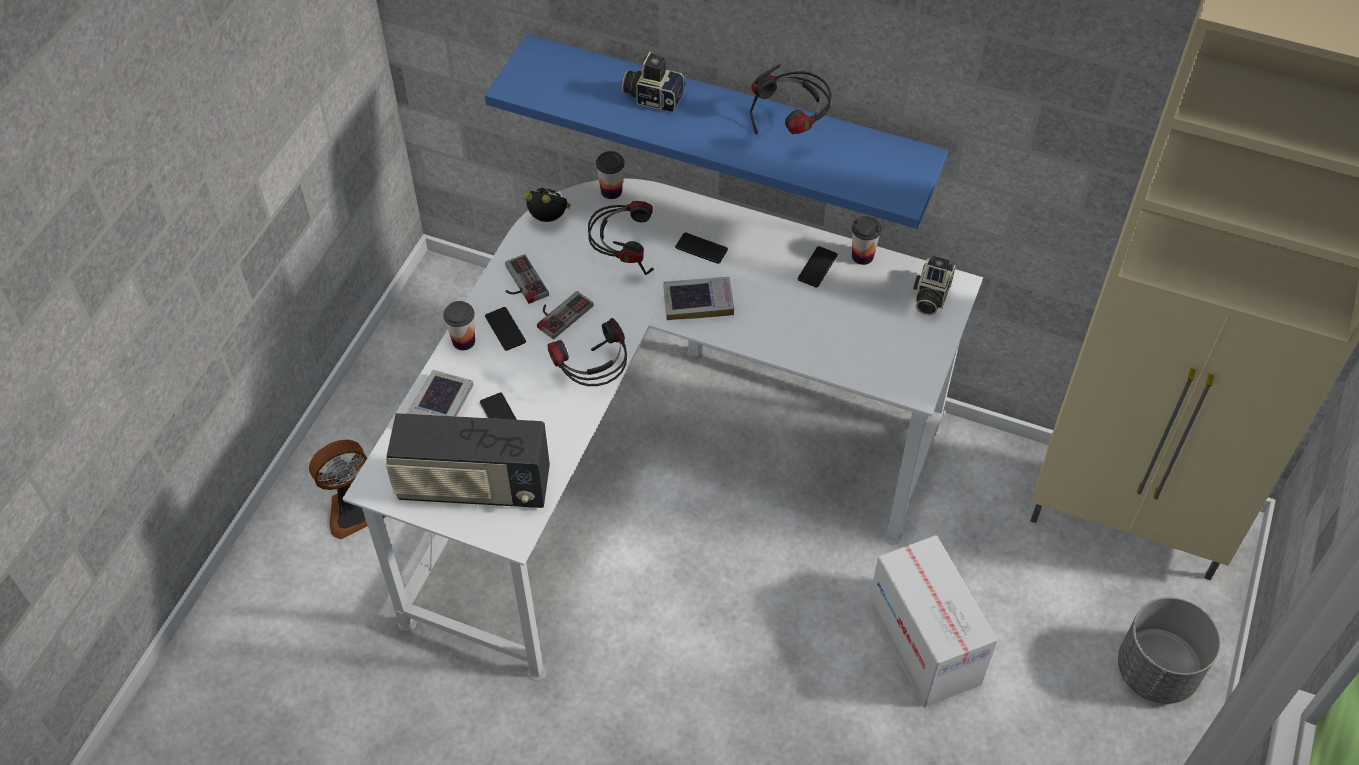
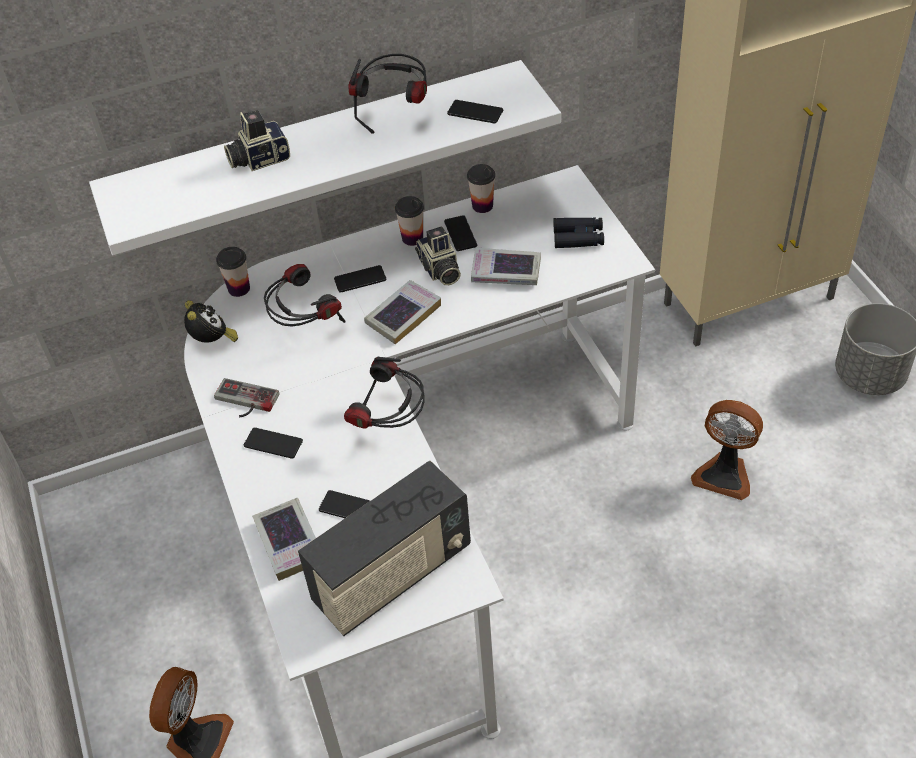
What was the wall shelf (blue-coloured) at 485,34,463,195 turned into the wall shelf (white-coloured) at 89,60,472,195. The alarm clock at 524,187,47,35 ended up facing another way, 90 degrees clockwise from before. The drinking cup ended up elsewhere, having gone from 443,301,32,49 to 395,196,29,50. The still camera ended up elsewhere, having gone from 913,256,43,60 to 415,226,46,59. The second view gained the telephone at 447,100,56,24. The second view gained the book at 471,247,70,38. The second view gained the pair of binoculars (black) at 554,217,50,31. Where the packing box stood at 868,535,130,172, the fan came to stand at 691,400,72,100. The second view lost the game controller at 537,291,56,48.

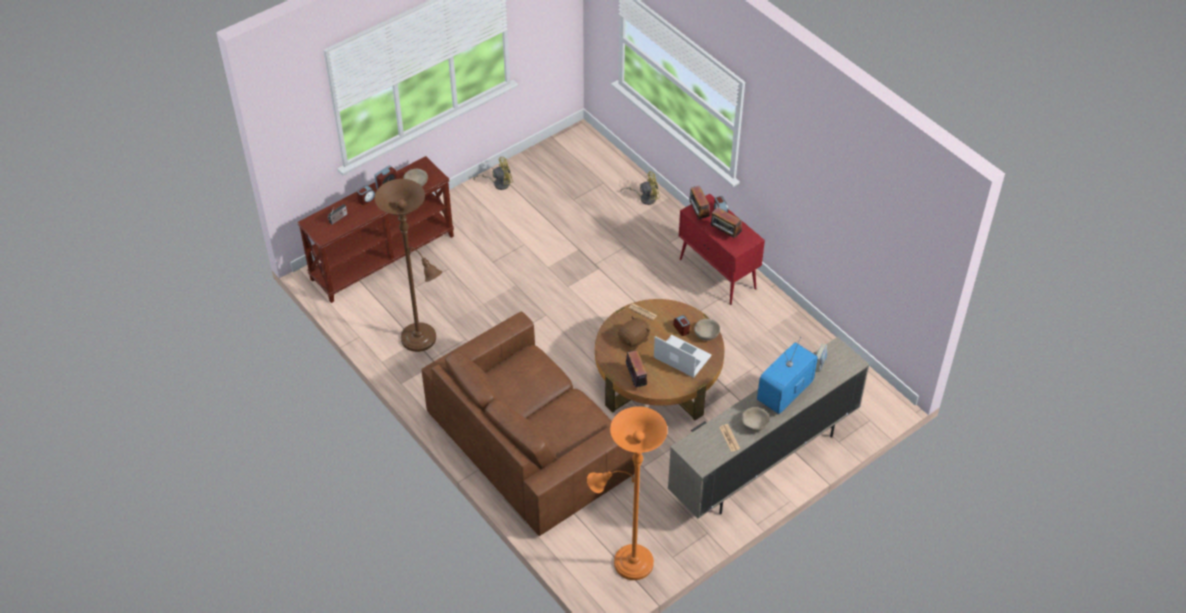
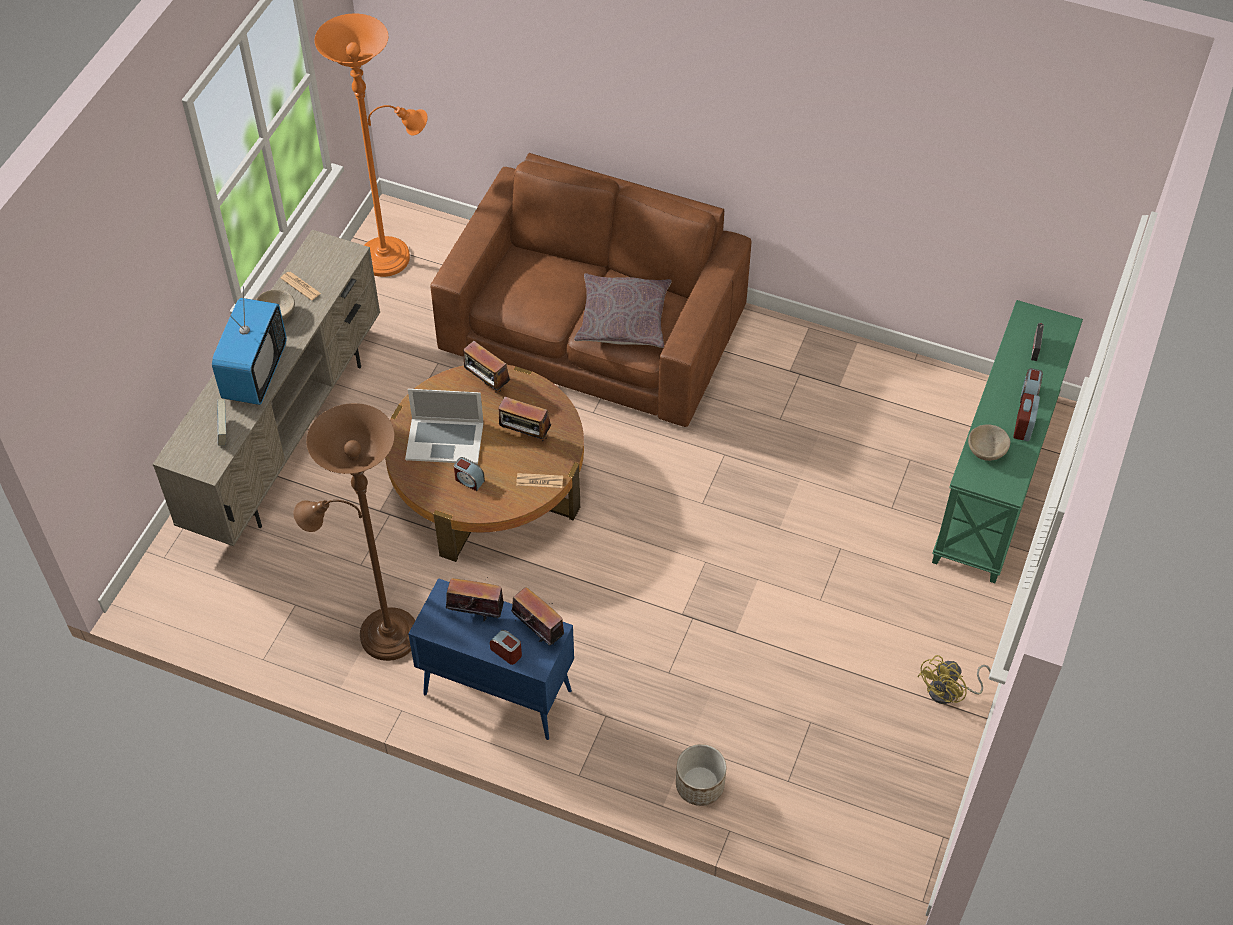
The standard lamp (brown) ended up elsewhere, having gone from 375,179,67,173 to 294,403,121,258. What was the storage cabinet (red) at 679,194,86,111 turned into the storage cabinet (blue-coloured) at 408,578,166,162. Where the soft toy (brown) stood at 618,316,32,33, the radio receiver came to stand at 498,397,53,44. The second view gained the throw pillow (grey) at 574,273,98,75. Where the fan (yellow-coloured) stood at 620,171,40,34, the plant pot came to stand at 676,744,50,62. What was the console table (brown) at 297,156,157,147 turned into the console table (green) at 932,300,151,283. The second view lost the deep dish (beige) at 694,319,26,21.

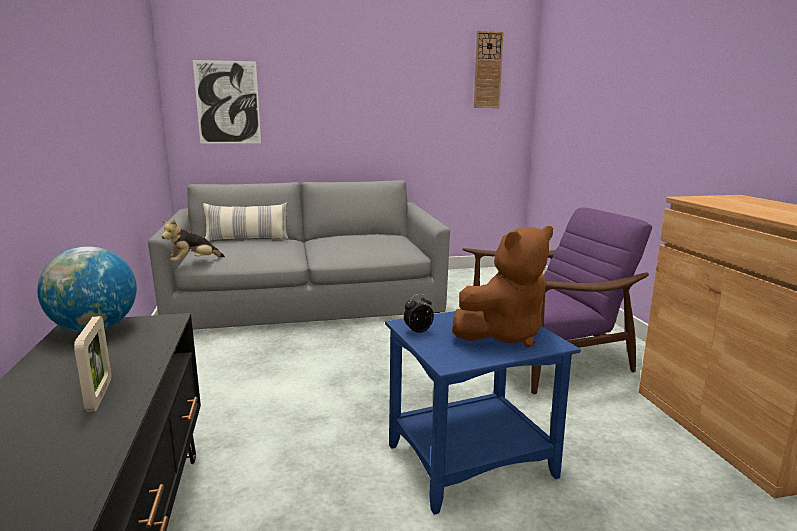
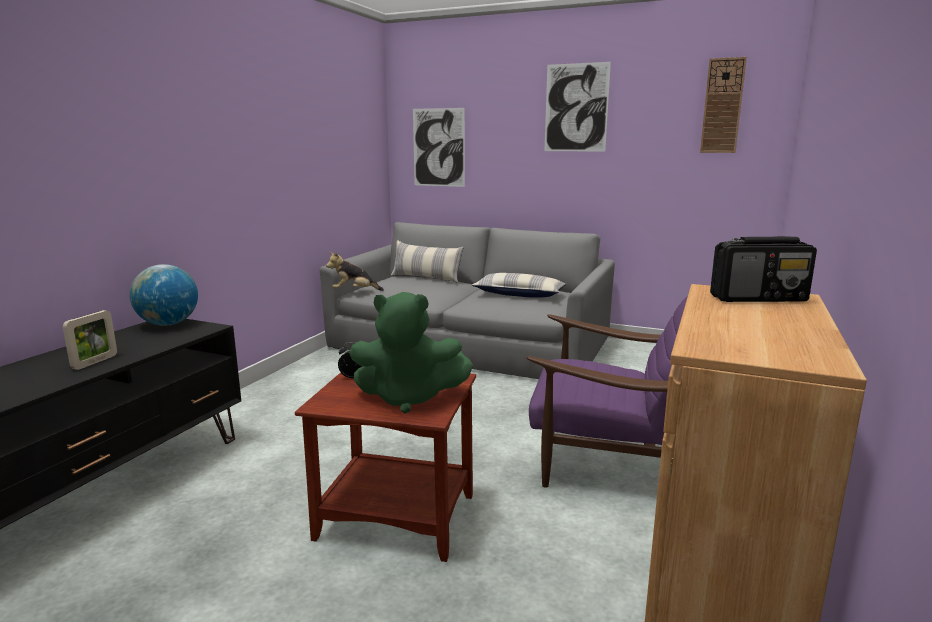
What was the accent table (blue-coloured) at 385,311,196,204 turned into the accent table (brown) at 295,372,181,190. What was the soft toy (brown) at 452,226,101,121 turned into the soft toy (green) at 349,292,124,121. The second view gained the throw pillow at 472,273,94,25. The second view gained the wall art at 544,62,67,90. The second view gained the radio receiver at 710,236,107,66.

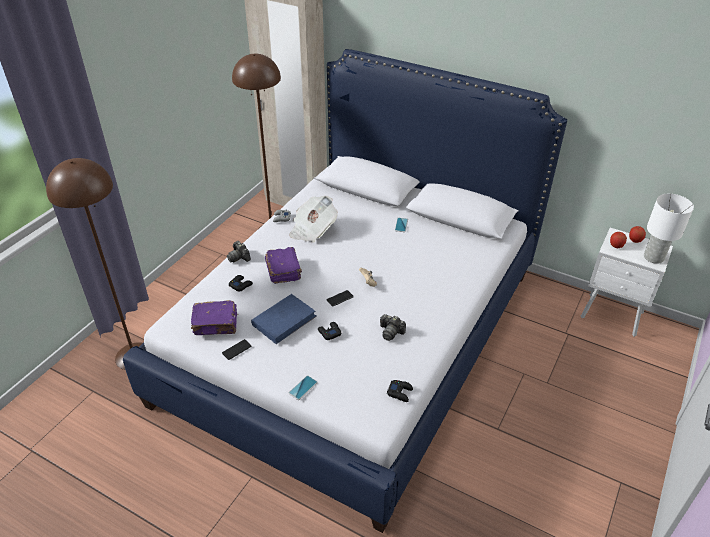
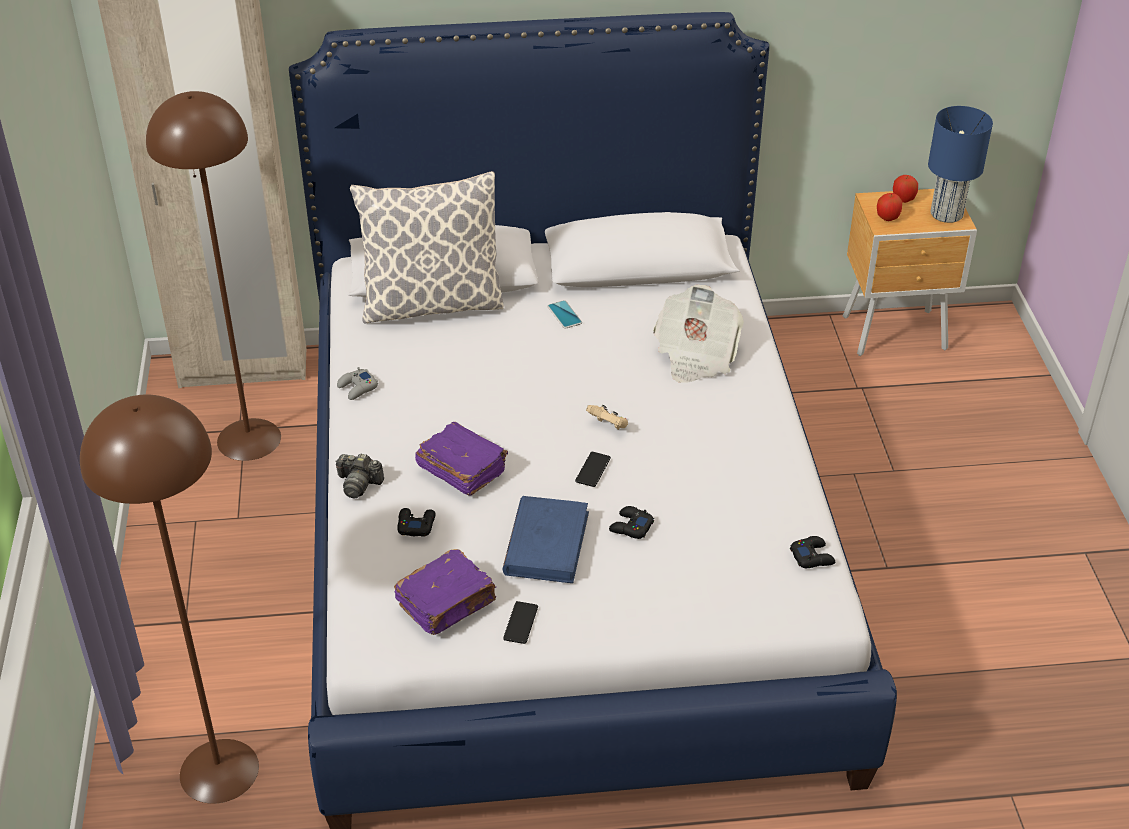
The second view gained the throw pillow at 350,171,154,153. The daily paper ended up elsewhere, having gone from 289,196,49,46 to 653,285,91,98. What was the night table (white-coloured) at 581,228,92,109 turned into the night table (brown) at 843,189,134,167. What was the table lamp (white-coloured) at 644,194,50,70 turned into the table lamp (blue-coloured) at 928,106,65,117. The second view lost the telephone at 289,376,29,24. The second view lost the still camera at 380,314,26,27.

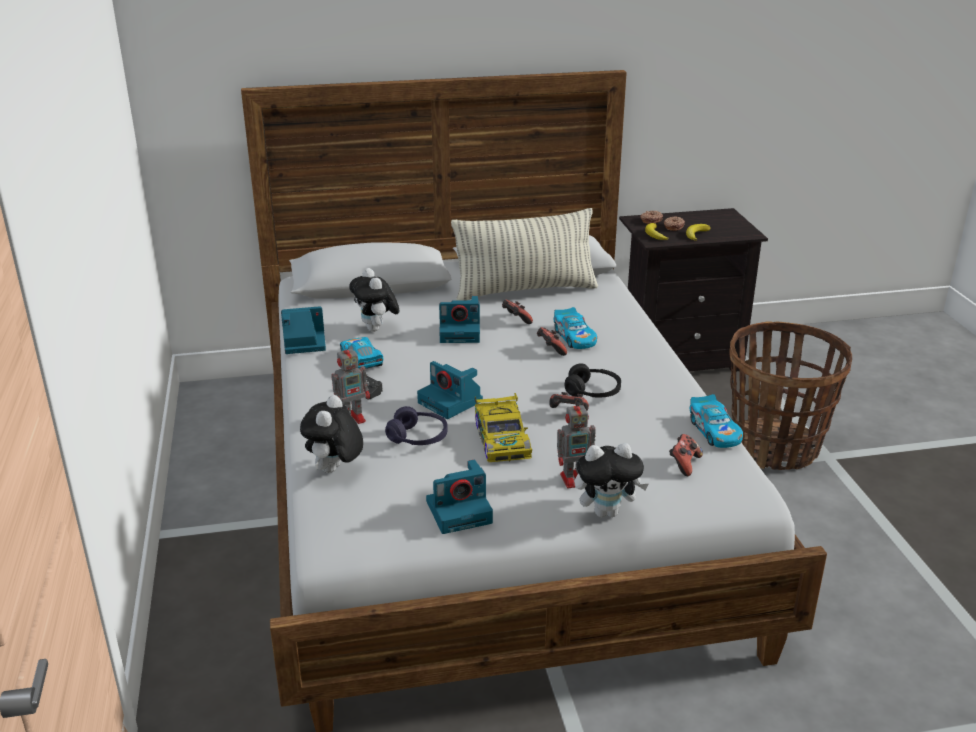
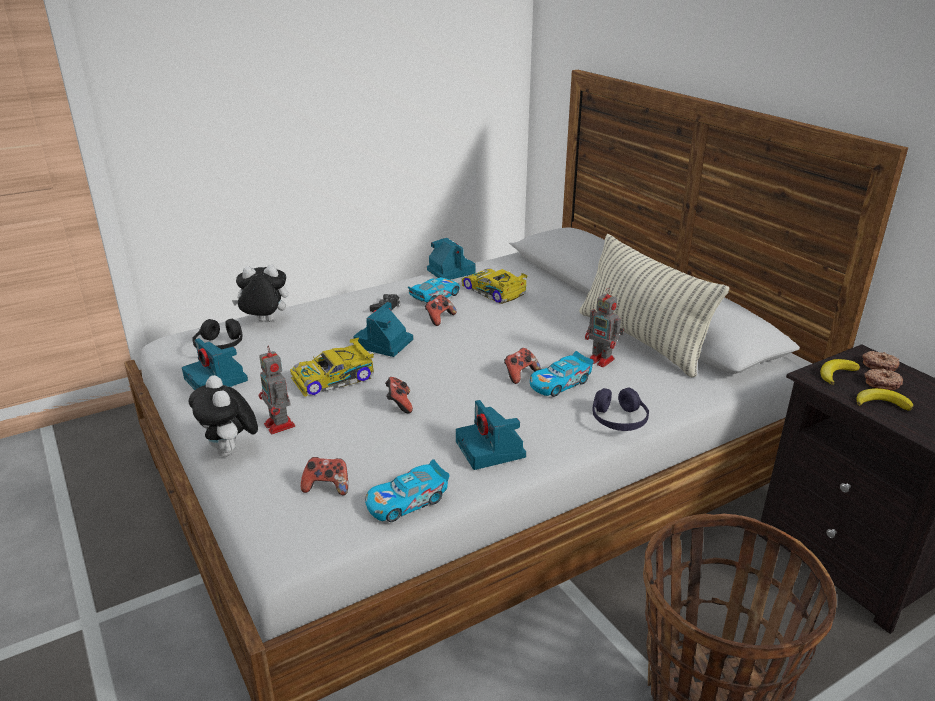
The headset (black) ended up elsewhere, having gone from 564,363,57,35 to 192,318,51,31. The game controller ended up elsewhere, having gone from 502,300,31,24 to 425,295,32,31. The still camera ended up elsewhere, having gone from 439,296,41,47 to 456,400,70,70. Where the soft toy stood at 349,268,50,64, the model car came to stand at 462,268,66,36. The robot figure ended up elsewhere, having gone from 332,343,38,81 to 585,288,39,79. The headset (purple-coloured) ended up elsewhere, having gone from 385,406,63,39 to 592,388,57,43.

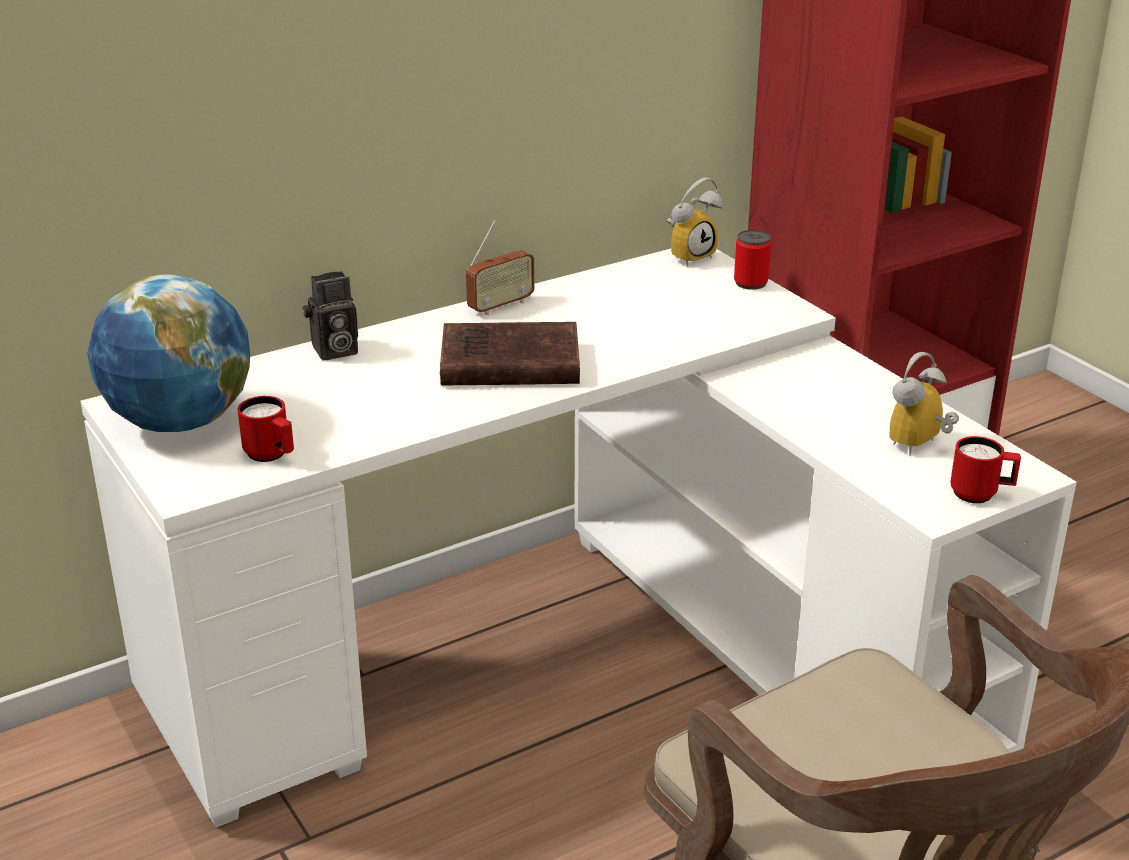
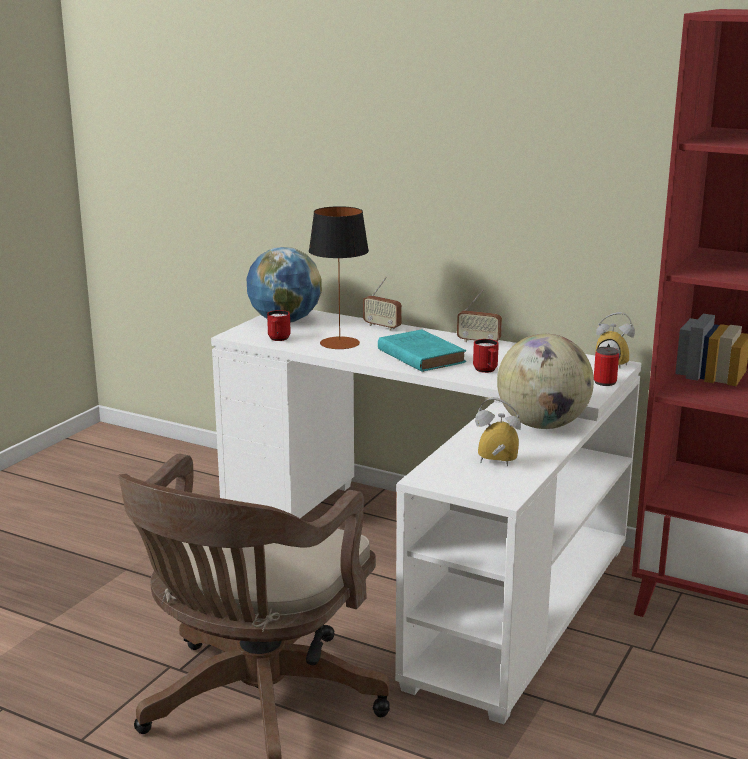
The second view gained the table lamp at 309,206,60,143. Where the still camera stood at 303,271,55,90, the radio receiver came to stand at 363,277,39,54. What was the book (brown) at 440,322,140,63 turned into the book (blue-green) at 378,330,88,42. The coffee mug (red) ended up elsewhere, having gone from 950,436,71,67 to 473,339,26,34. The second view gained the world globe at 497,334,97,95.

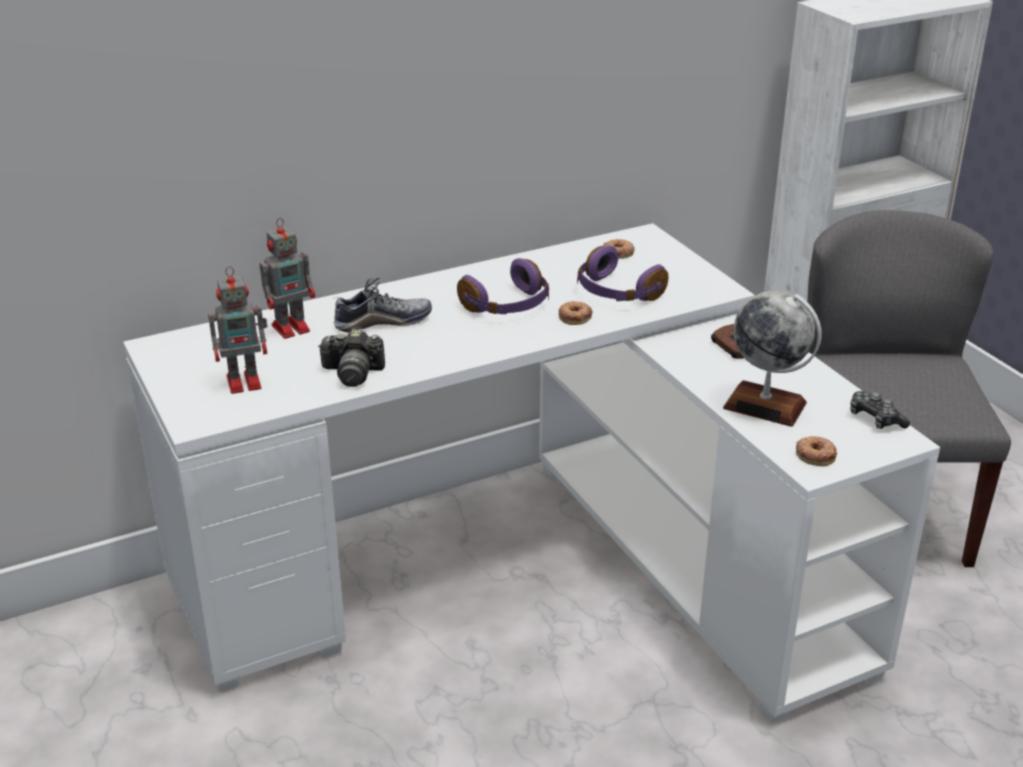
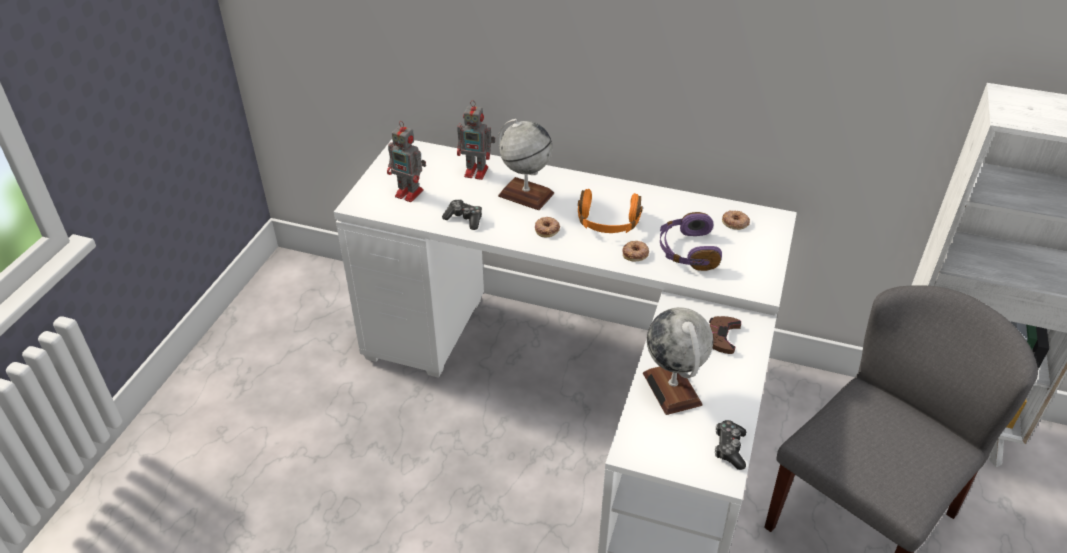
Where the still camera stood at 318,329,67,58, the game controller came to stand at 442,200,40,30. Where the item of footwear stood at 334,278,98,54, the world globe came to stand at 498,119,56,91. The donut ended up elsewhere, having gone from 796,436,41,30 to 535,217,25,20. What was the headset (purple-coloured) at 457,258,92,56 turned into the headset (orange) at 578,189,65,44.

